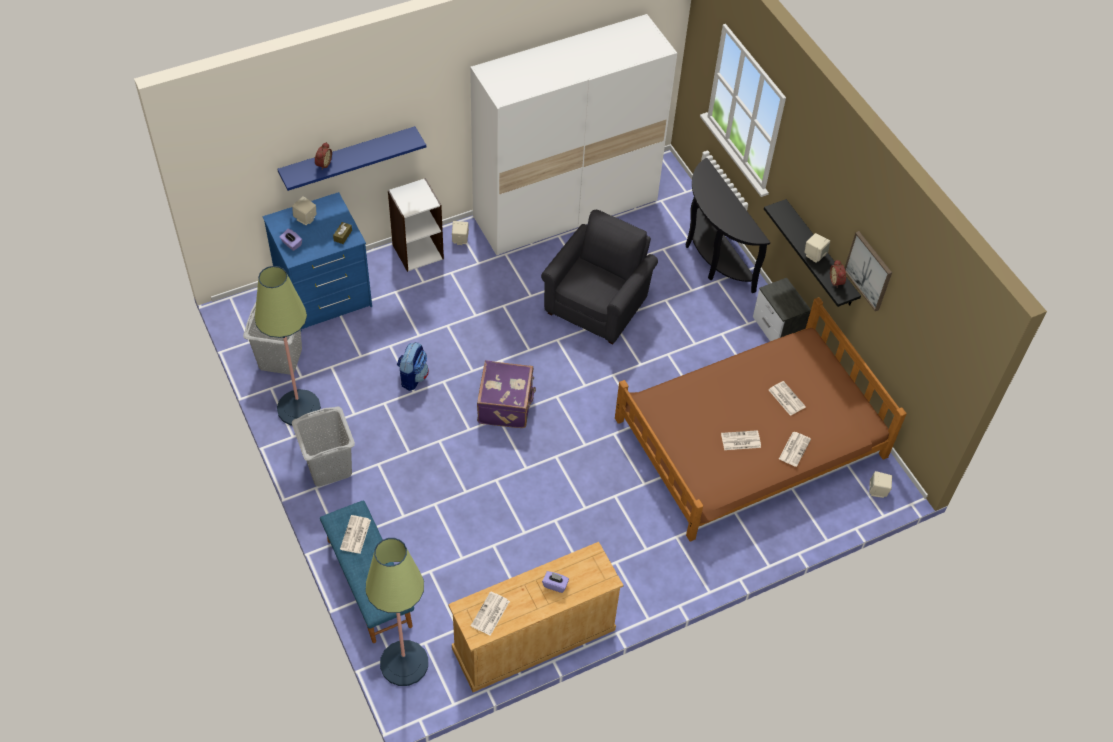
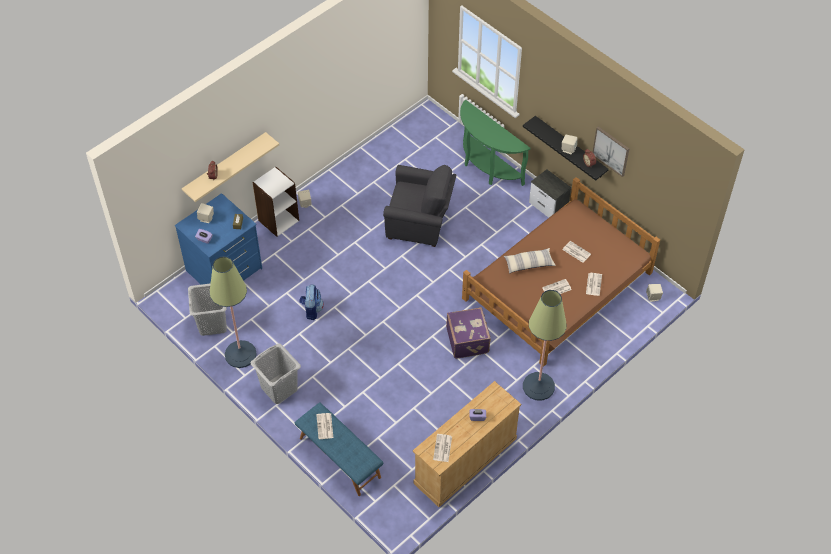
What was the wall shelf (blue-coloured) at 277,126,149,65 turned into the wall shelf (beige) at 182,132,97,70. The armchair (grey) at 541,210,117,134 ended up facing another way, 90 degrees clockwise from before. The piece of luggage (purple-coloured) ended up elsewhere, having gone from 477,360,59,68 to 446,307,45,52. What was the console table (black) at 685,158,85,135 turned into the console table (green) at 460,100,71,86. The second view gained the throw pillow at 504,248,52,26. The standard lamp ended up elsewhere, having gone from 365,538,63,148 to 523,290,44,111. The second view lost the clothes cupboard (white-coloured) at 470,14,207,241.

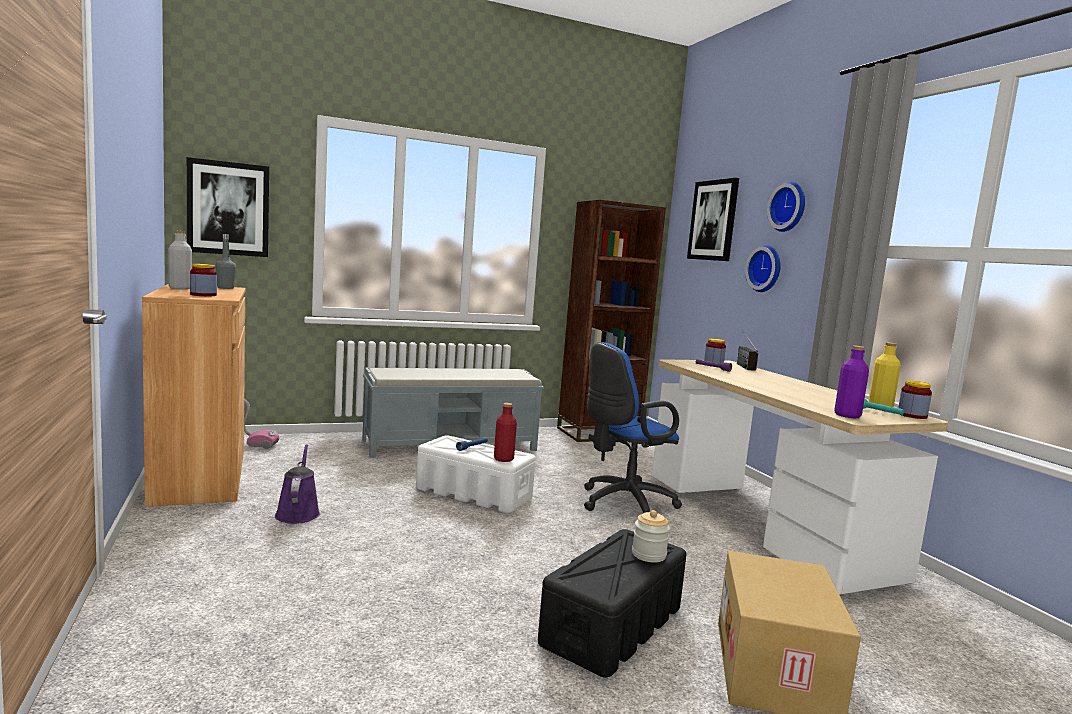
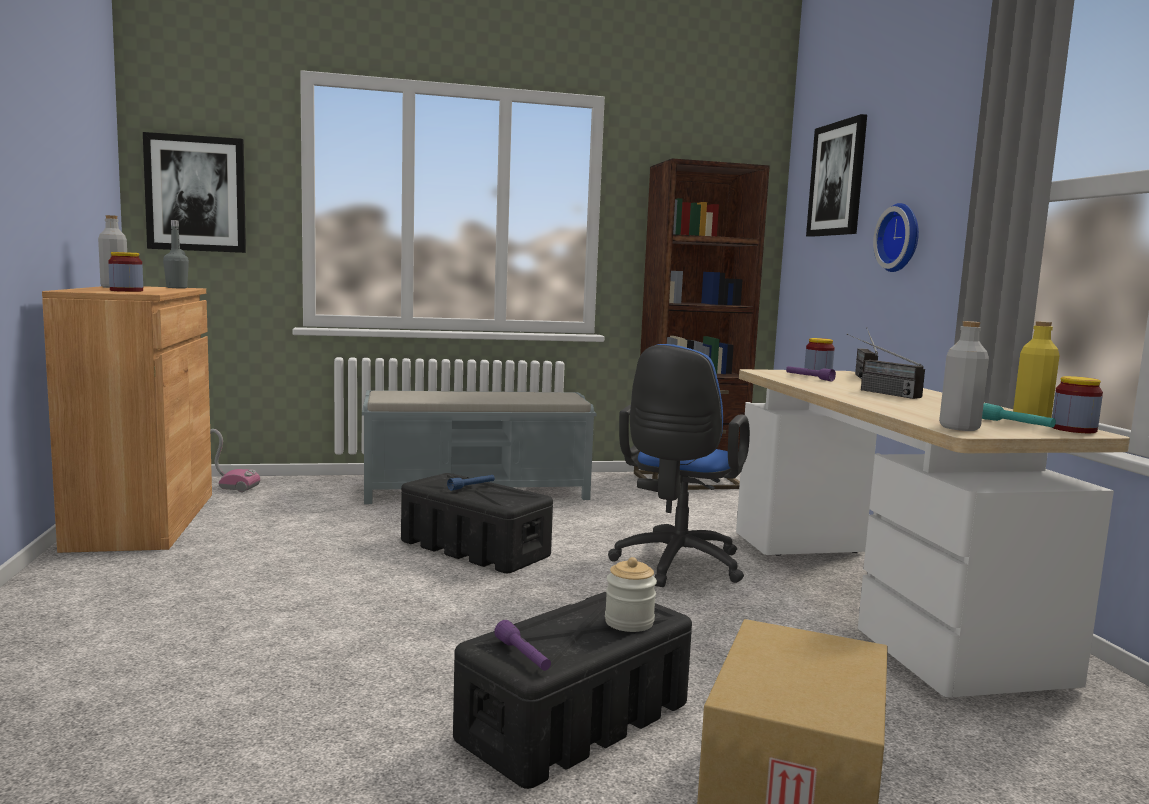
What was the storage container (white-coloured) at 416,435,120,78 turned into the storage container (black) at 401,473,152,100. The second view gained the torch (purple-coloured) at 494,620,57,51. The office chair (blue-coloured) at 584,342,98,171 ended up facing another way, 45 degrees counterclockwise from before. The second view gained the radio receiver at 847,334,78,65. What was the drink bottle (purple-coloured) at 834,346,35,72 turned into the drink bottle (grey) at 939,321,50,110. The second view lost the sprinkling can (purple-coloured) at 275,444,45,80. The second view lost the drink bottle (red) at 494,403,23,59. The second view lost the wall clock at 767,181,38,51.

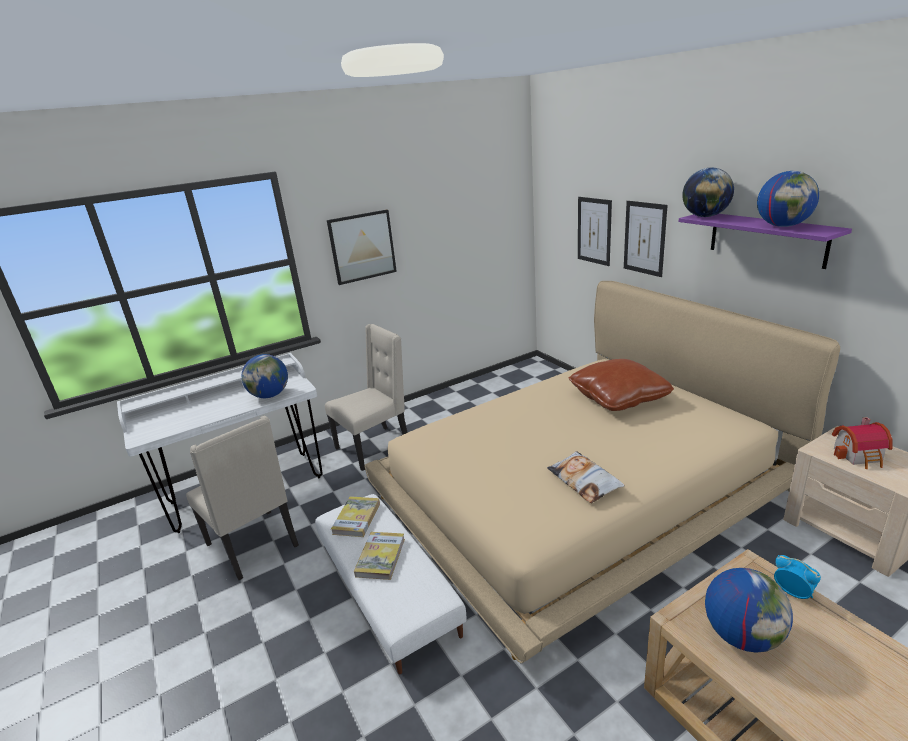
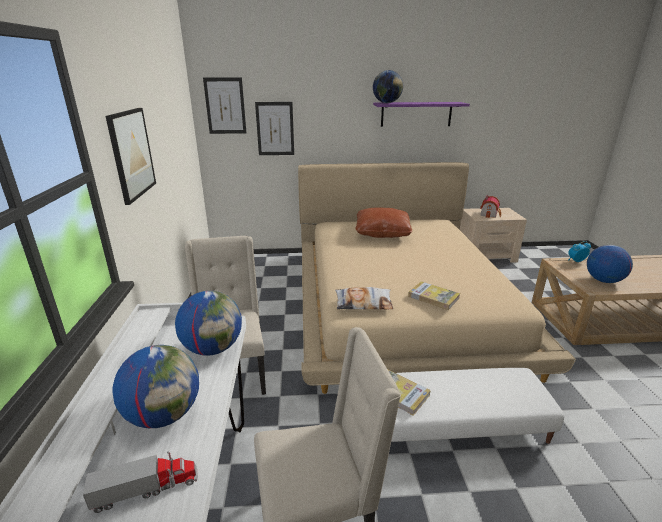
The second view gained the toy truck at 83,452,115,61. The world globe ended up elsewhere, having gone from 757,171,62,56 to 112,345,87,83. The wall art ended up elsewhere, having gone from 624,201,44,76 to 203,77,43,57. The throw pillow ended up elsewhere, having gone from 547,451,78,52 to 335,287,58,23. The book ended up elsewhere, having gone from 354,532,51,48 to 408,281,52,29.

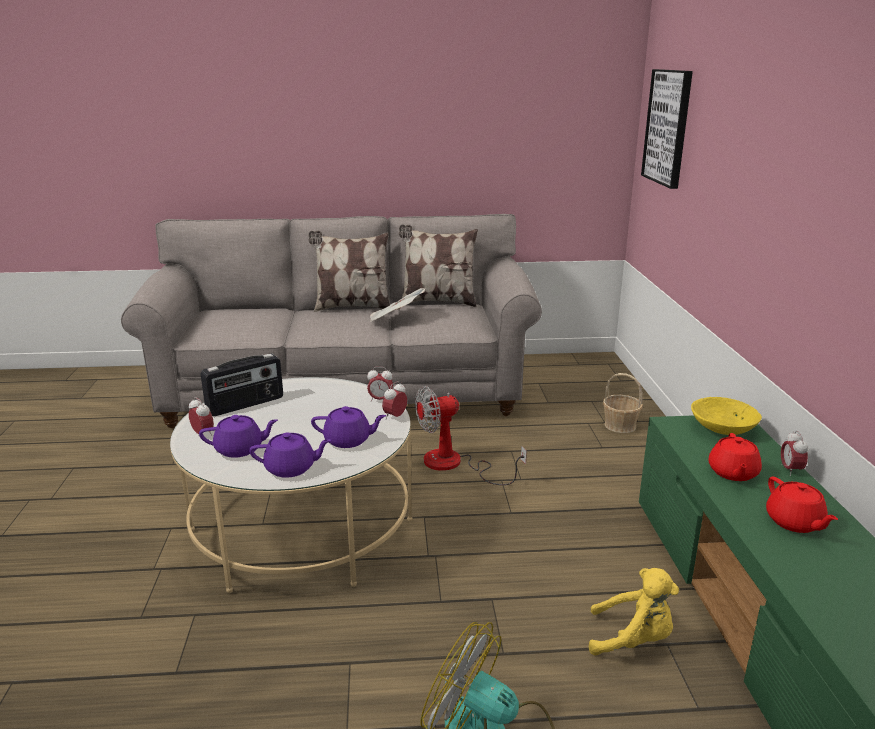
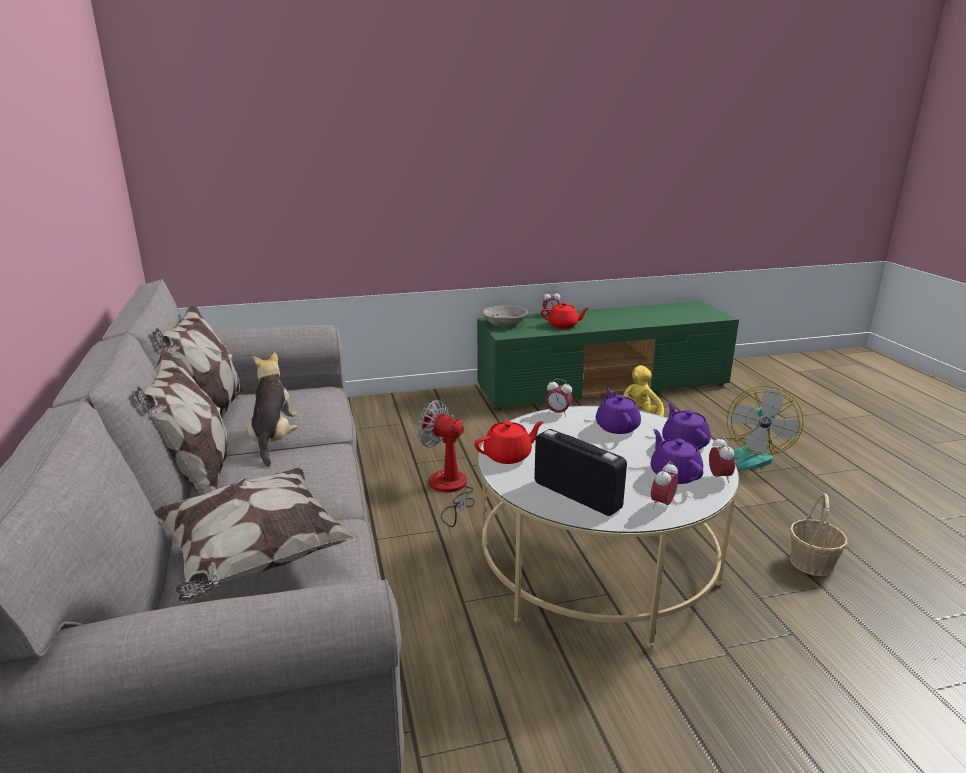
The second view gained the throw pillow at 154,468,204,134. Where the daily paper stood at 370,288,55,34, the soft toy came to stand at 248,353,50,114. The fan at 415,386,112,99 ended up facing another way, 150 degrees clockwise from before. The pot for tea (red) ended up elsewhere, having gone from 766,477,72,56 to 474,421,70,43. What was the deep dish (yellow-coloured) at 691,397,71,38 turned into the deep dish (grey) at 483,305,45,22. The alarm clock ended up elsewhere, having gone from 367,367,26,34 to 709,436,26,47. The basket ended up elsewhere, having gone from 603,373,40,60 to 789,493,59,83. The second view lost the wall art at 641,69,52,120.

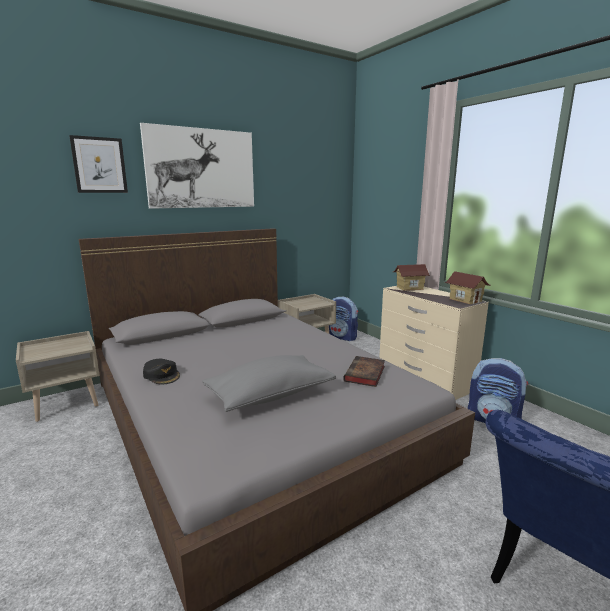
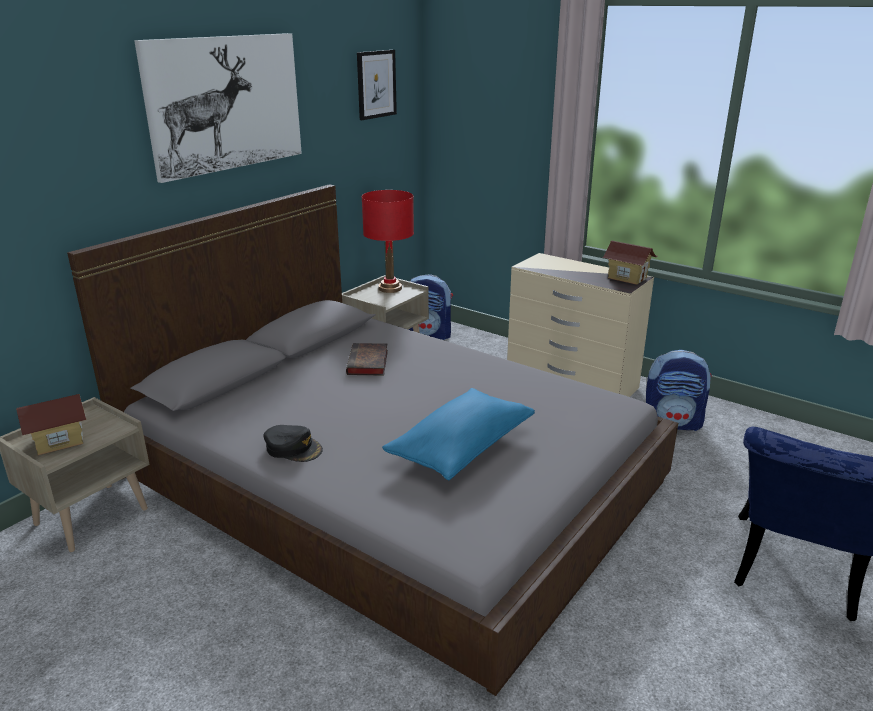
The miniature house ended up elsewhere, having gone from 392,264,38,27 to 16,394,70,61. The book ended up elsewhere, having gone from 343,356,42,31 to 346,343,42,33. The wall art ended up elsewhere, having gone from 69,135,59,58 to 357,50,40,70. The second view gained the table lamp (red) at 361,190,53,103. What was the throw pillow (grey) at 202,355,134,57 turned into the throw pillow (blue-coloured) at 382,388,153,92.

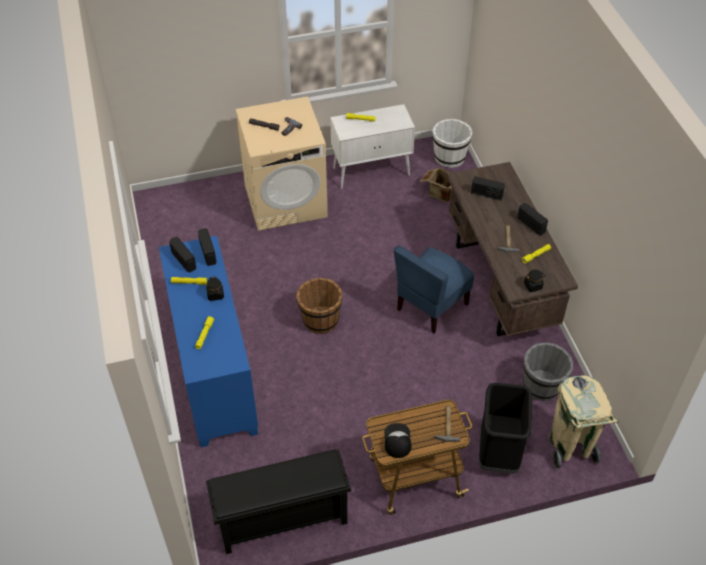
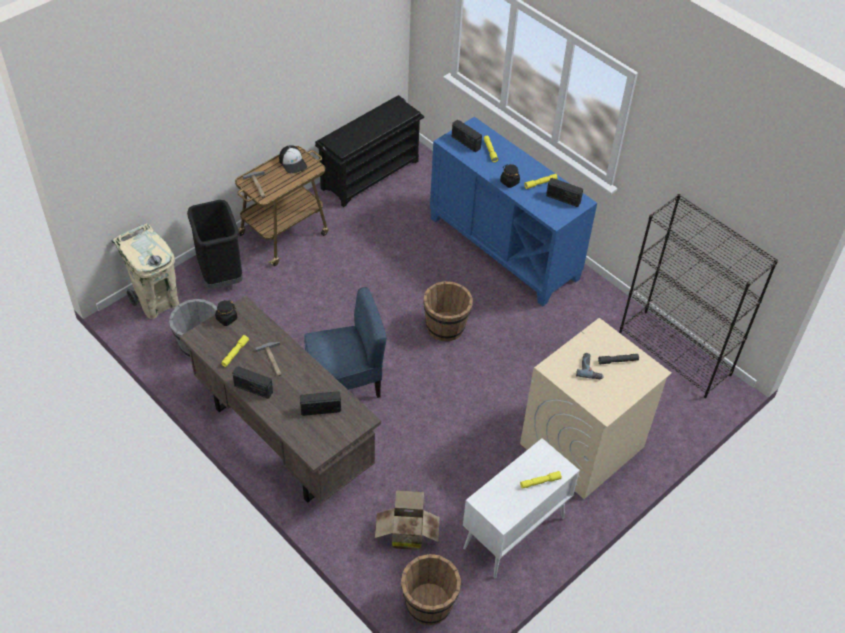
The upright chair (blue-coloured) at 394,246,80,87 ended up facing another way, 60 degrees clockwise from before. What was the water bucket (white-coloured) at 432,119,40,49 turned into the water bucket (brown) at 401,554,60,71. The radio receiver ended up elsewhere, having gone from 198,228,19,38 to 452,120,30,32. The second view gained the bookcase (black) at 619,194,159,204.

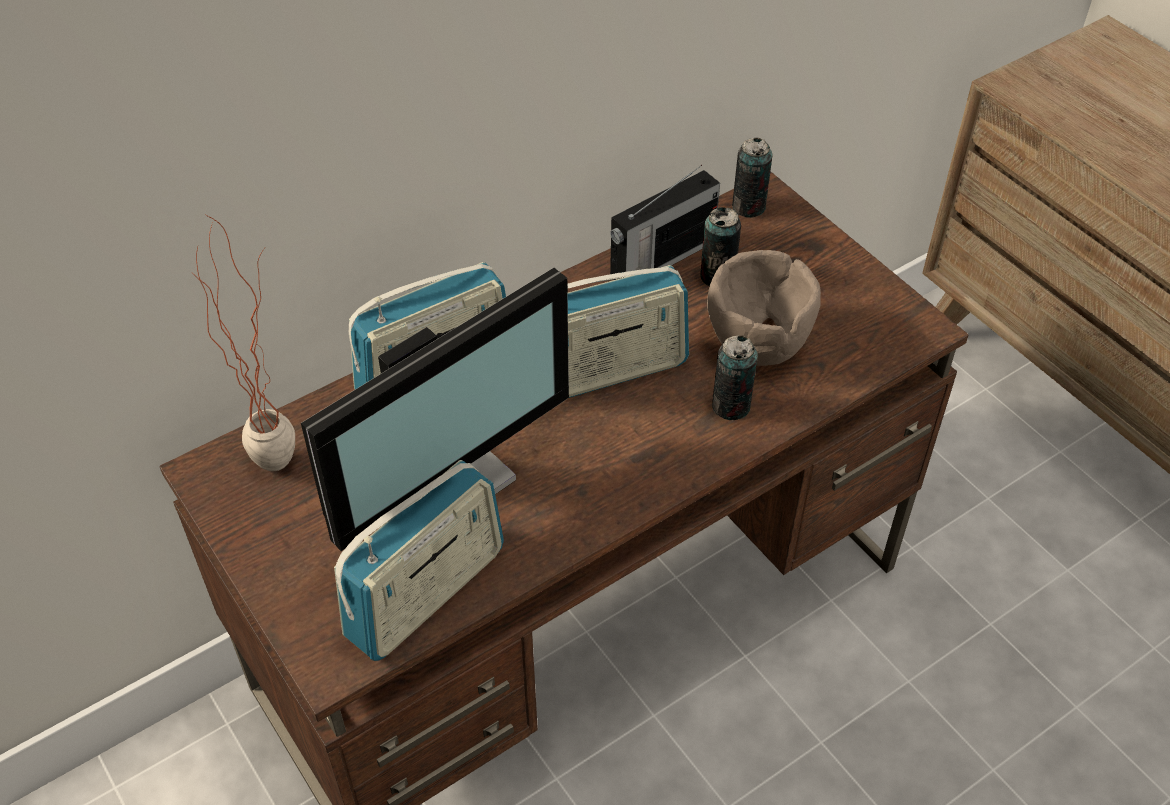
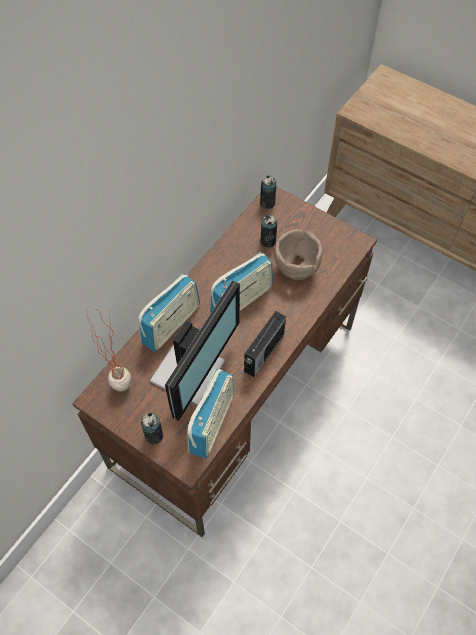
The metal can ended up elsewhere, having gone from 712,335,46,85 to 141,413,22,31. The radio receiver ended up elsewhere, having gone from 610,165,110,115 to 244,311,42,66.

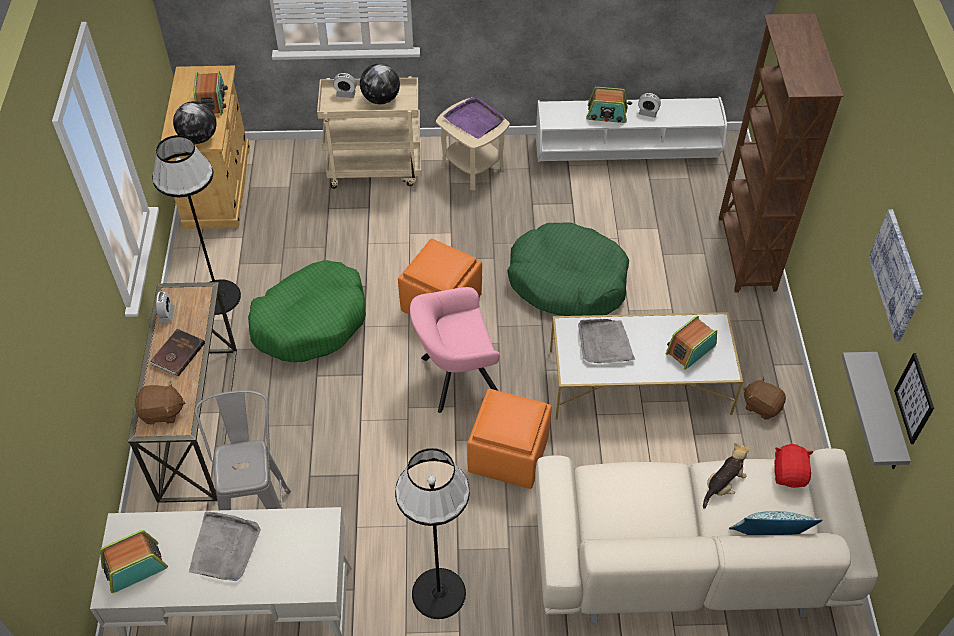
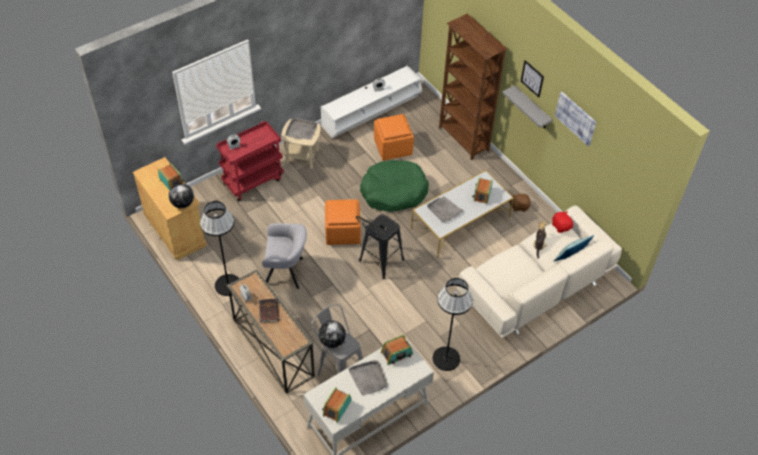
What was the cart (beige) at 317,76,105,113 turned into the cart (red) at 216,121,68,80. Where the dog bed (green) stood at 248,260,118,102, the armchair (grey) came to stand at 262,223,45,66. What was the serving tray (purple-coloured) at 443,97,61,42 turned into the serving tray (grey) at 285,118,32,22. The world globe ended up elsewhere, having gone from 360,64,40,40 to 319,321,27,27. Where the armchair (pink) stood at 410,287,90,126, the sitting stool (black) came to stand at 356,214,48,65. The footrest (orange) ended up elsewhere, having gone from 467,389,85,100 to 374,114,40,47. The radio receiver ended up elsewhere, having gone from 586,87,42,36 to 381,335,32,30. The wall shelf (grey) ended up elsewhere, having gone from 841,352,70,117 to 502,85,51,44. The wall art ended up elsewhere, having gone from 894,353,40,91 to 521,60,23,37. The second view lost the soft toy (brown) at 135,381,51,44.

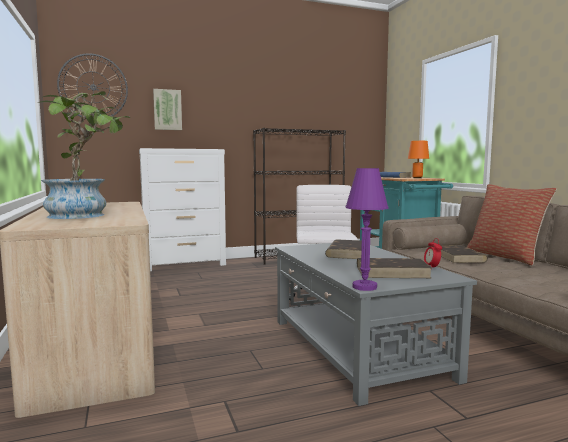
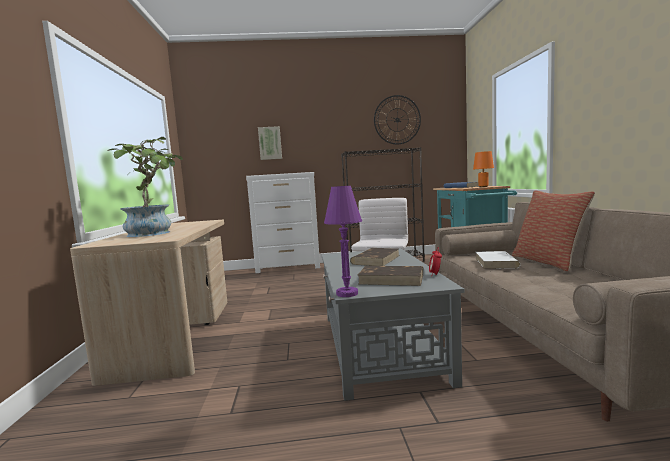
The wall clock ended up elsewhere, having gone from 57,53,71,64 to 374,95,47,50. What was the book (brown) at 441,246,47,17 turned into the book (white-coloured) at 475,251,46,18.

